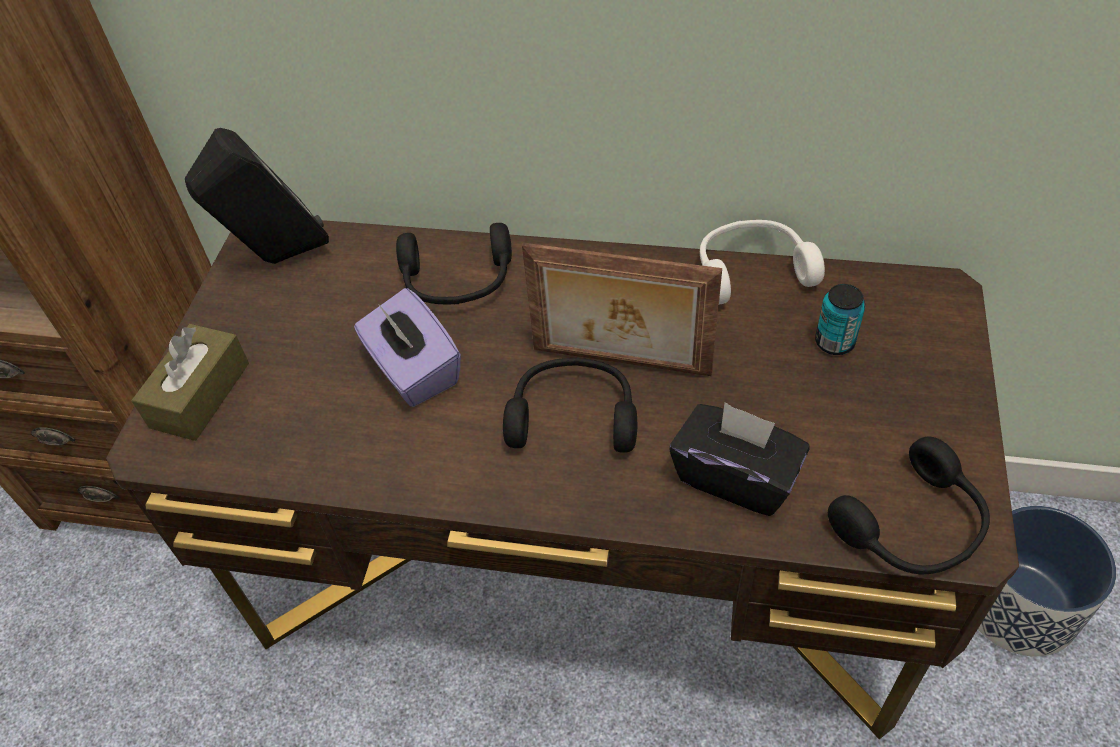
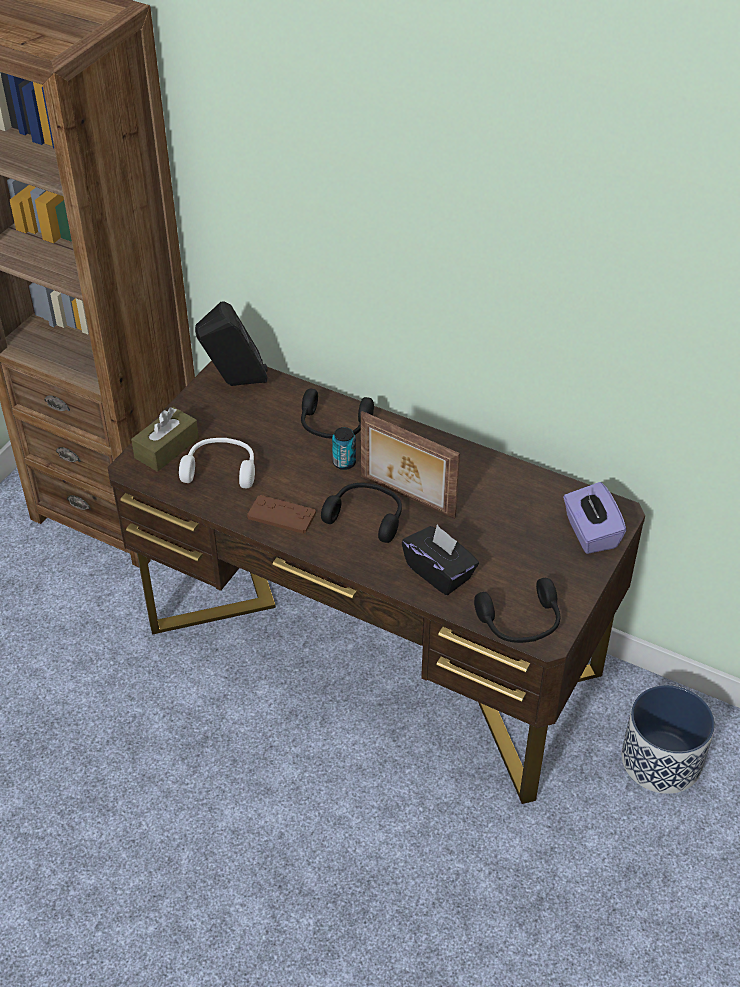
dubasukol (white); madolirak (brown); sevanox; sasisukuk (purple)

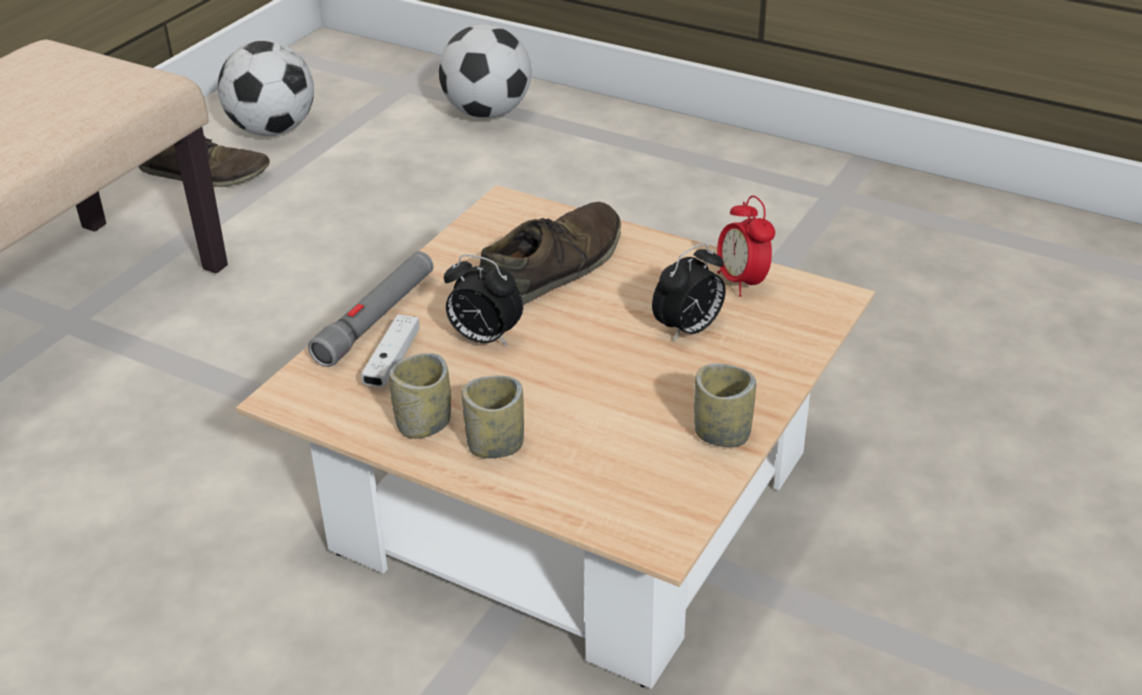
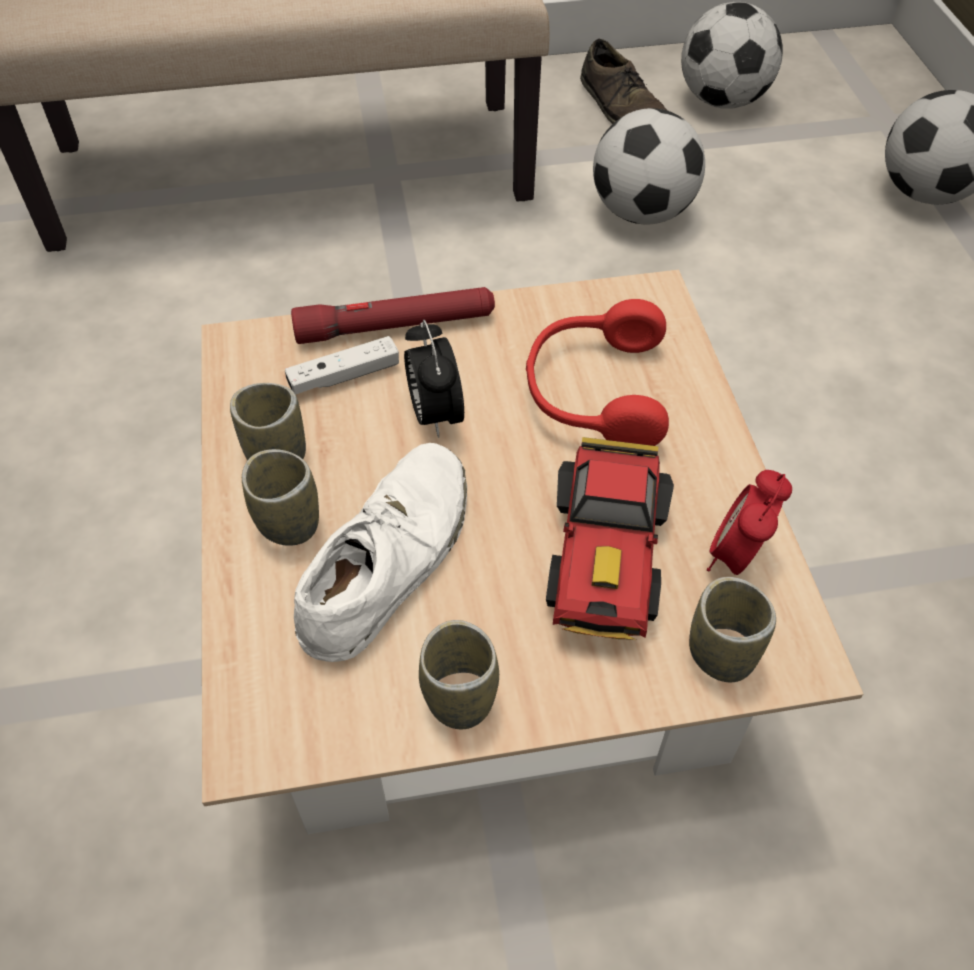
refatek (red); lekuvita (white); dubasukol (red); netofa; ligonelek (no. 1 from left); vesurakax (no. 4 from left)

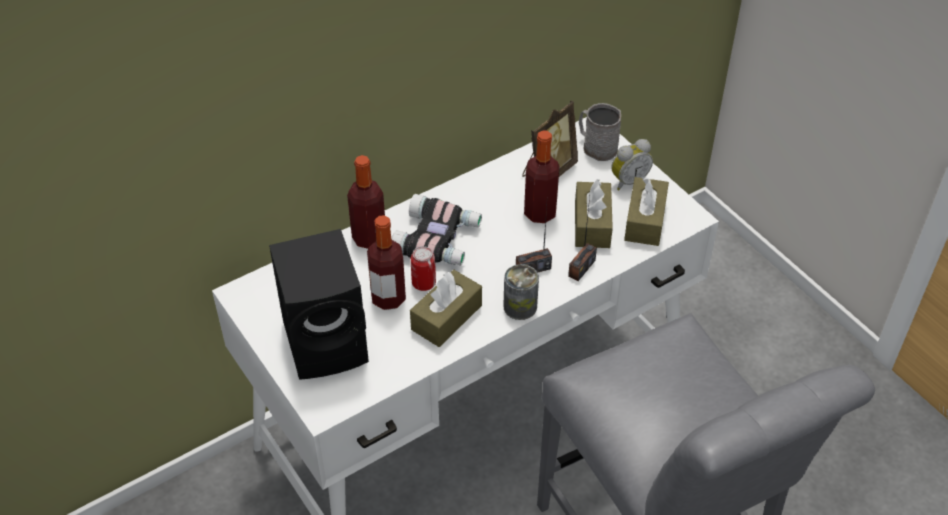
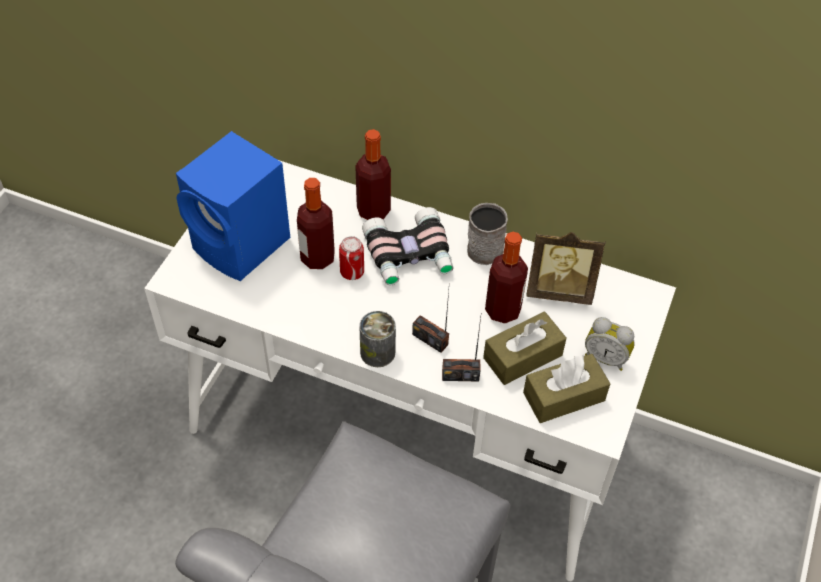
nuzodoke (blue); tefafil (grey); sasisukuk (brown) (no. 1 from left in the first image)

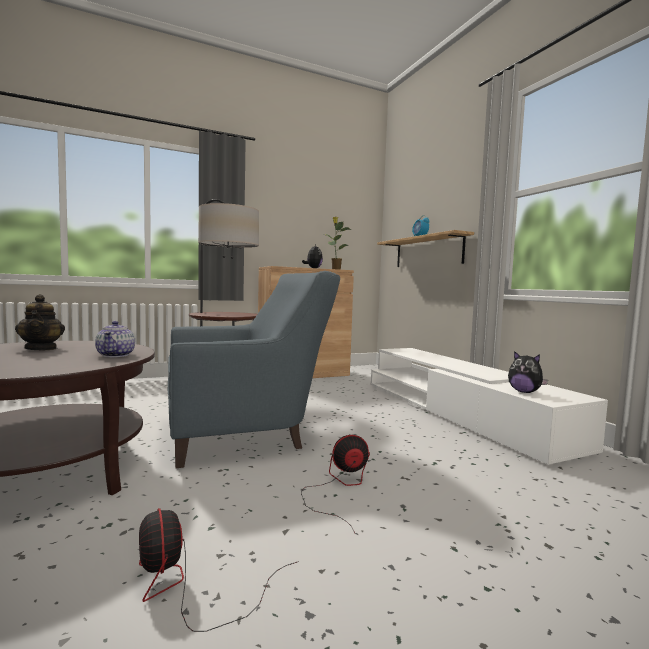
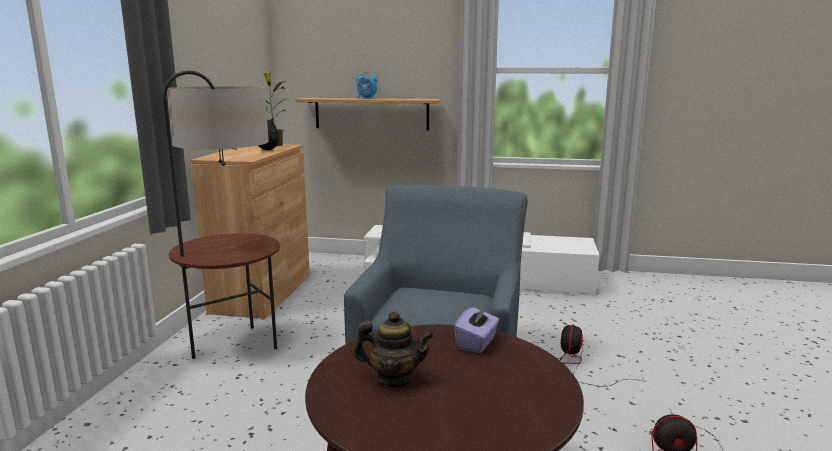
sasisukuk (purple); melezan (no. 2 from left in the first image)

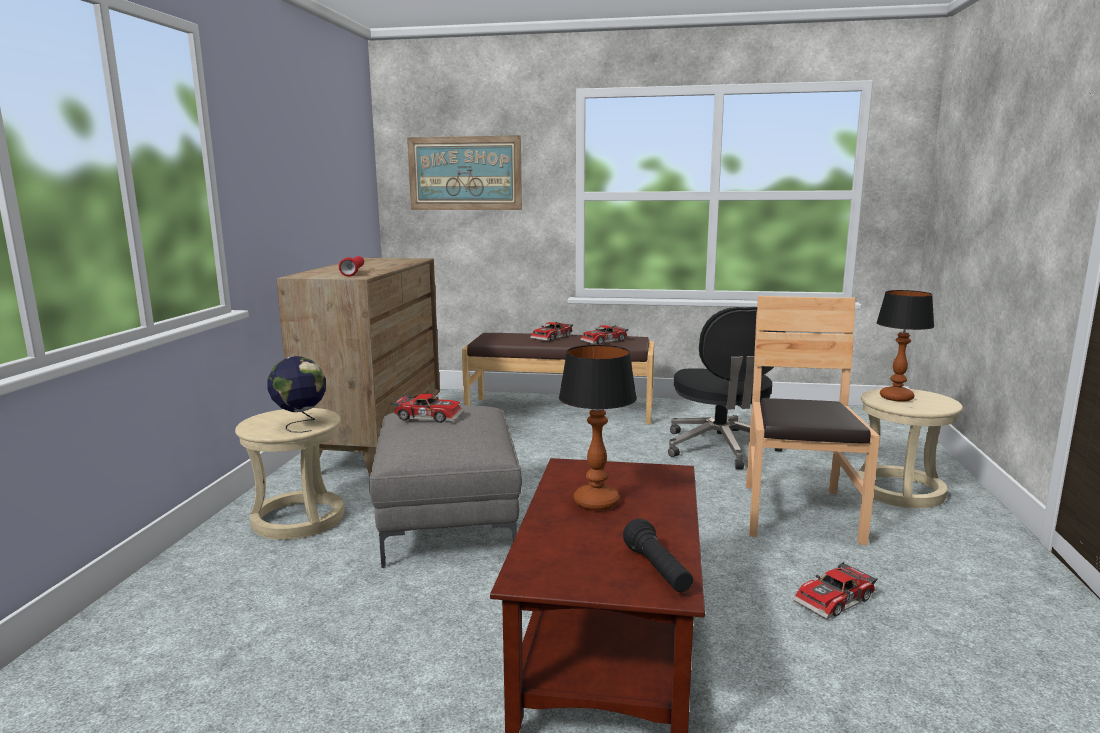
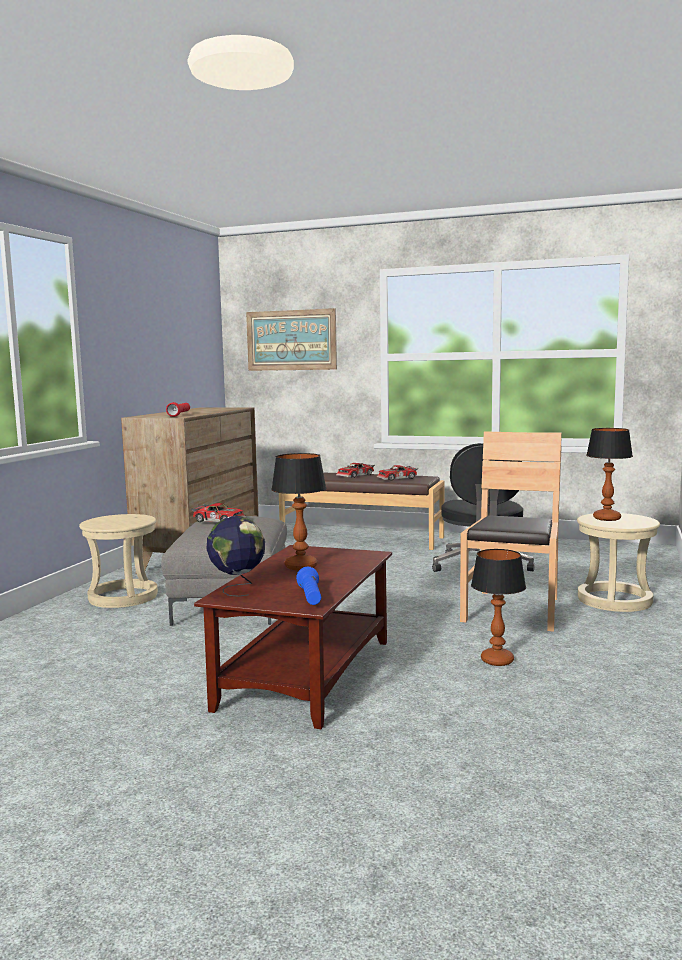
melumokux; refatek (blue); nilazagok (no. 2 from left)

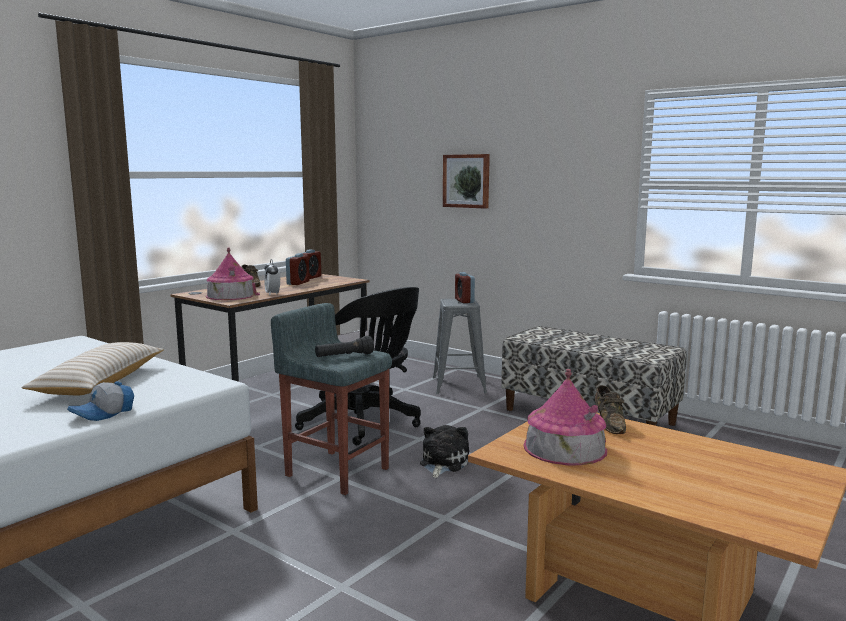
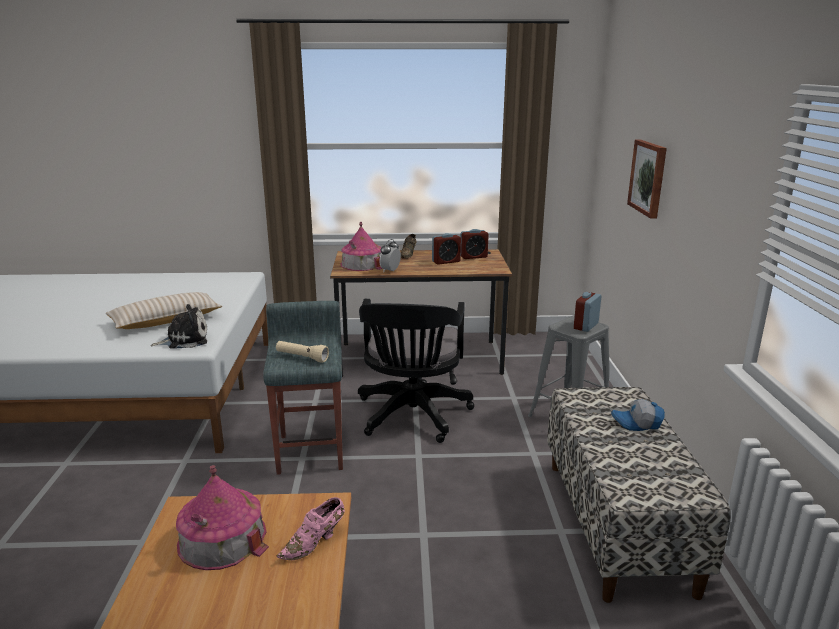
melezan; refatek (beige); lekuvita (pink); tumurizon

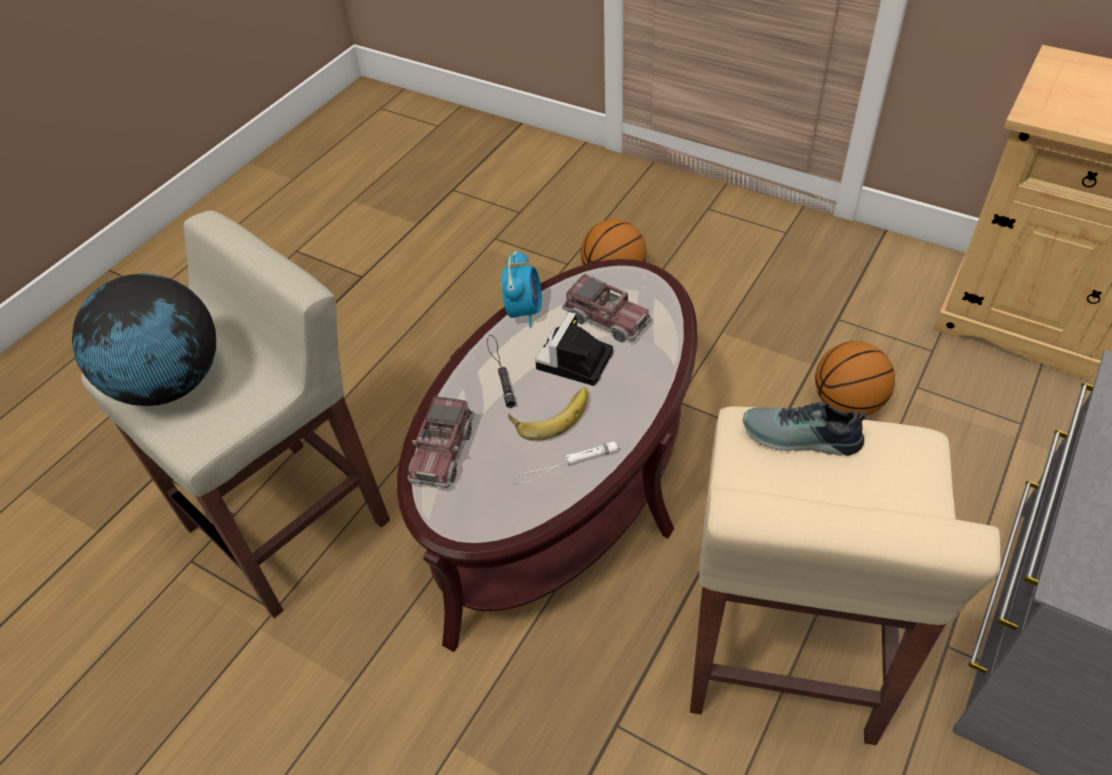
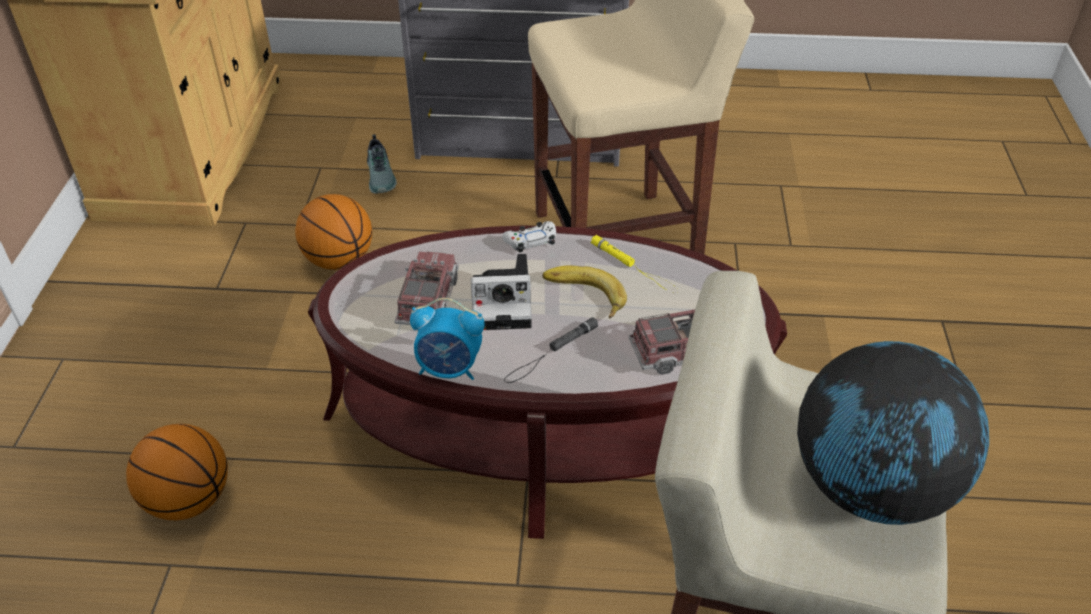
lekuvita; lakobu; madolirak (white); refatek (yellow)

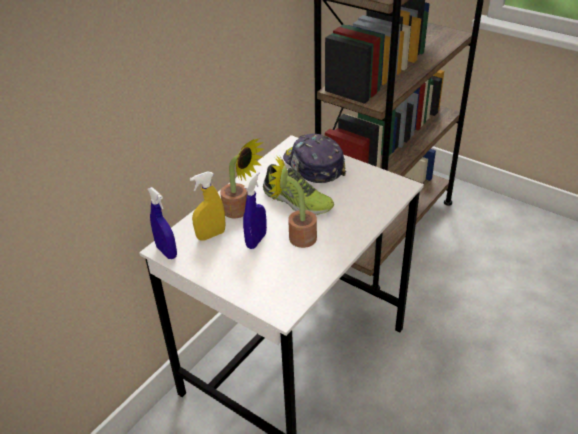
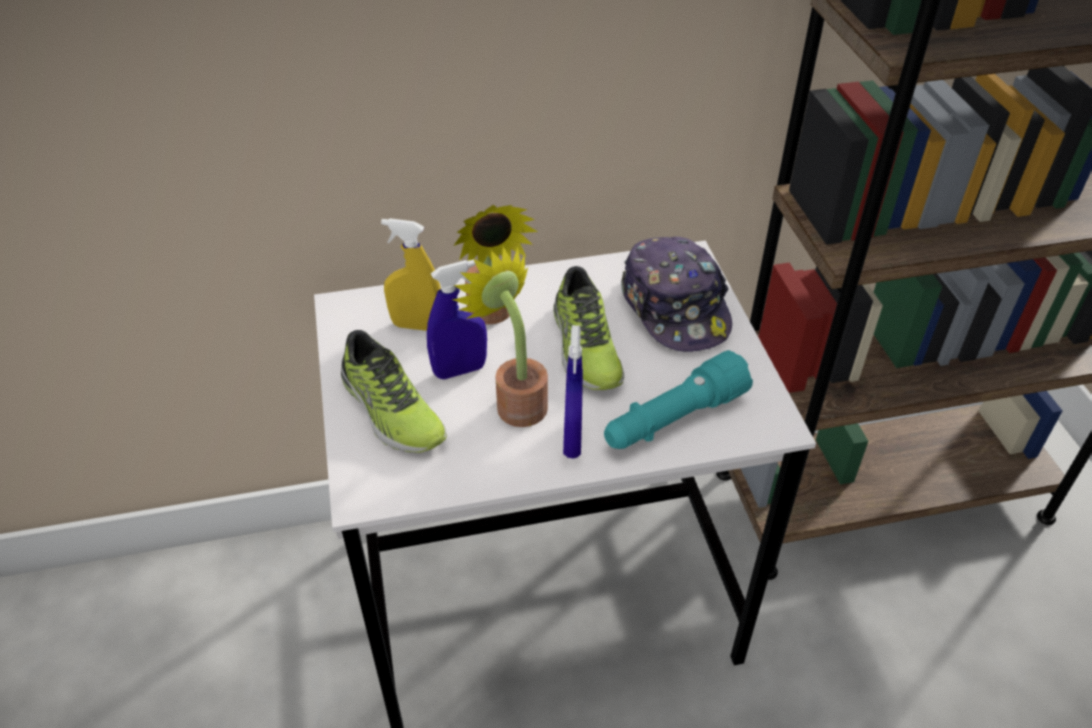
lekuvita (no. 1 from left); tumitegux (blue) (no. 2 from left); refatek (turquoise); tumurizon

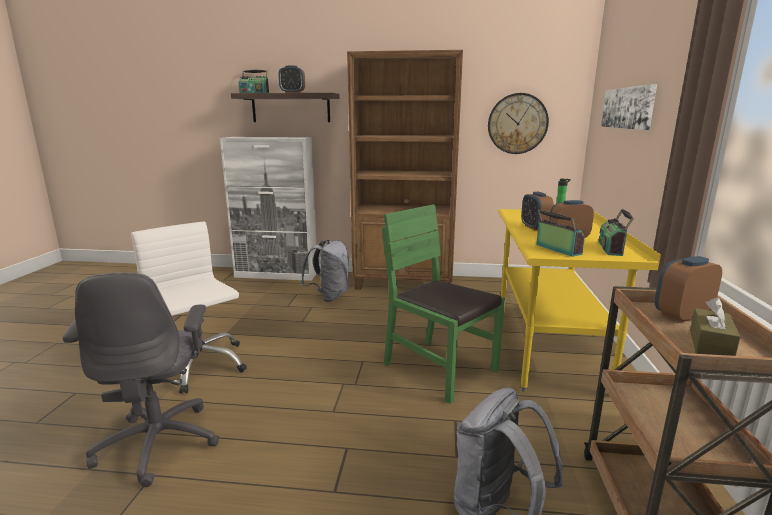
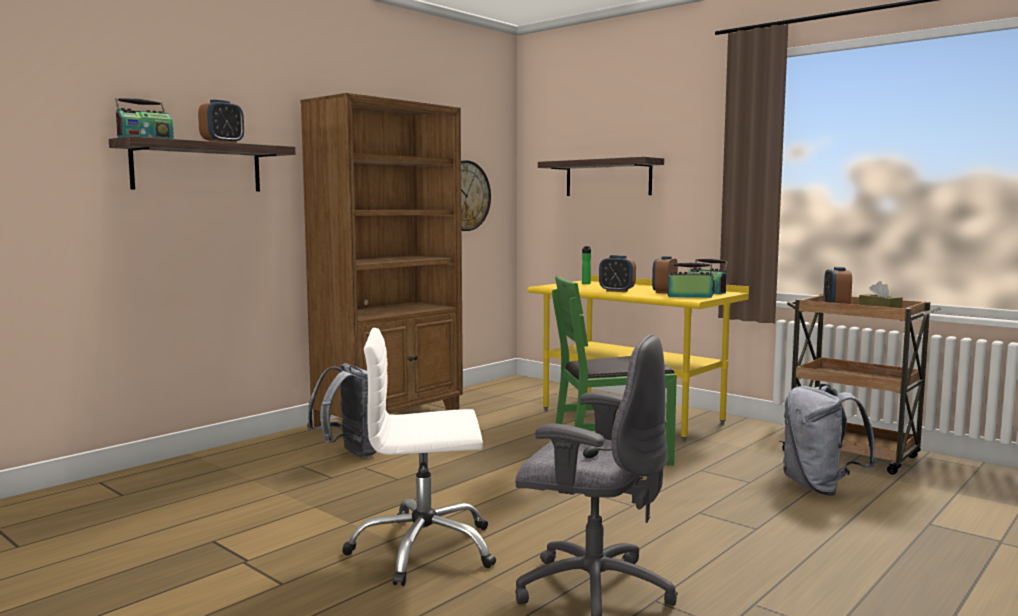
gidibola (no. 2 from left); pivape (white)

